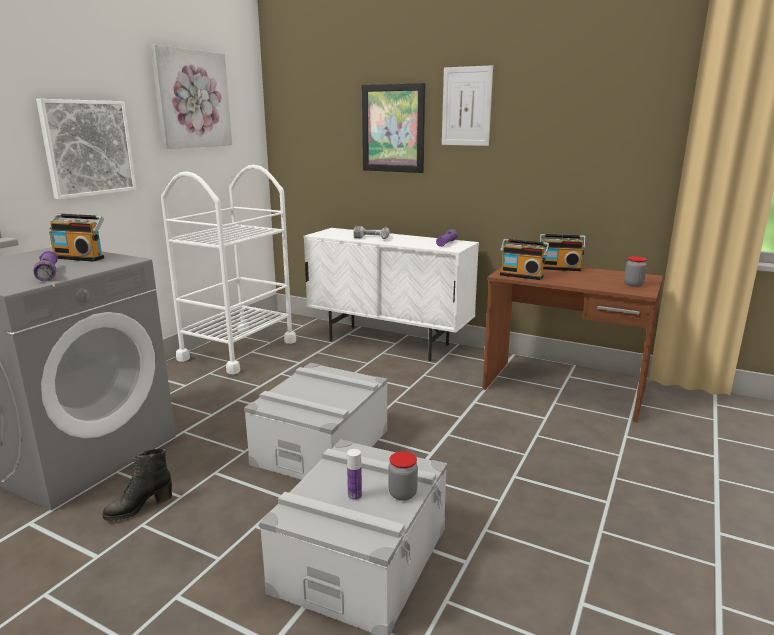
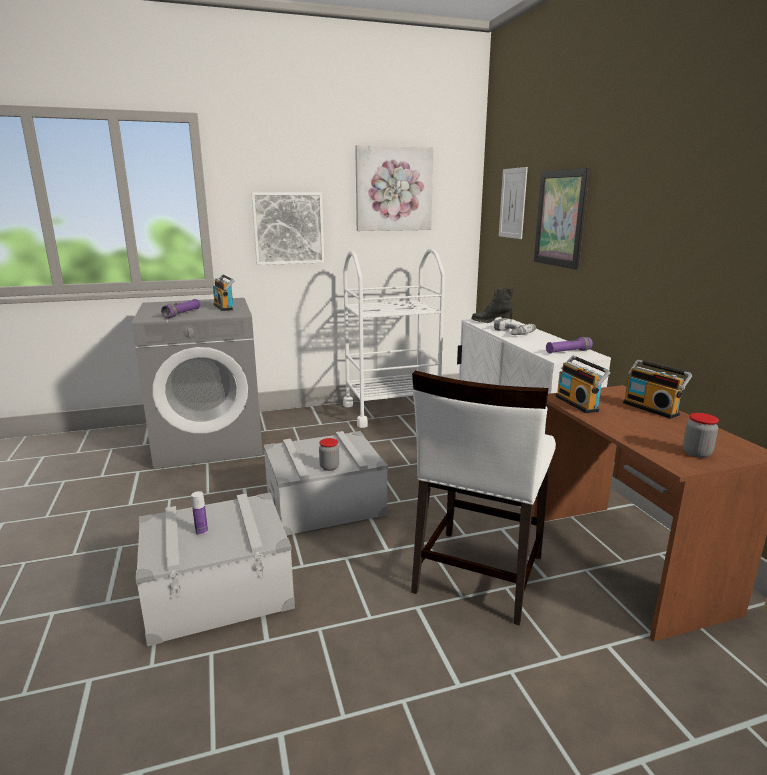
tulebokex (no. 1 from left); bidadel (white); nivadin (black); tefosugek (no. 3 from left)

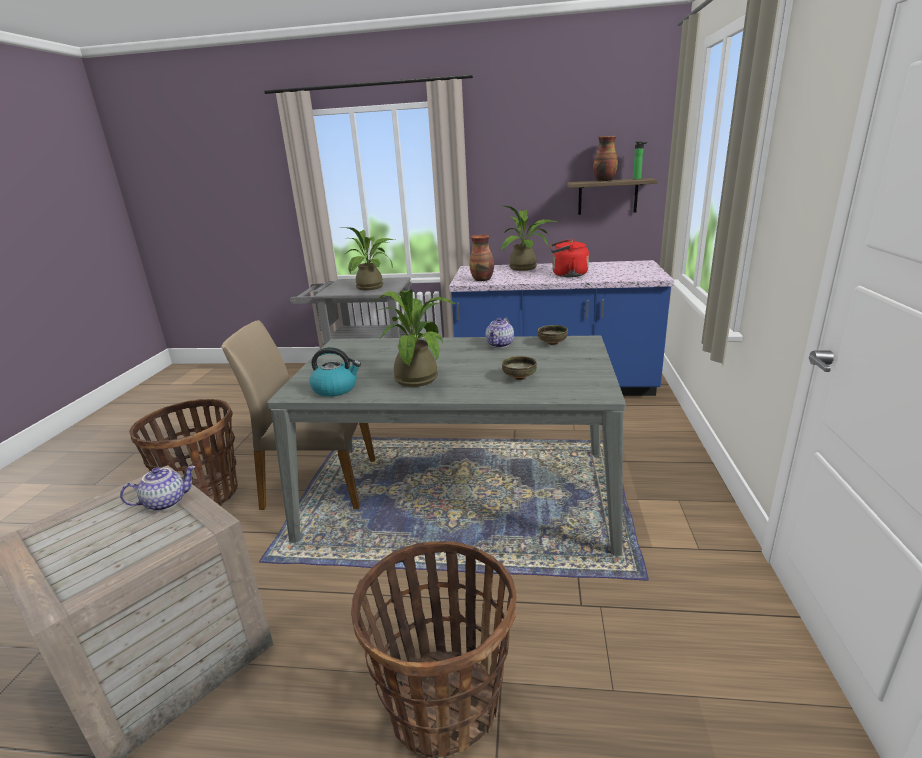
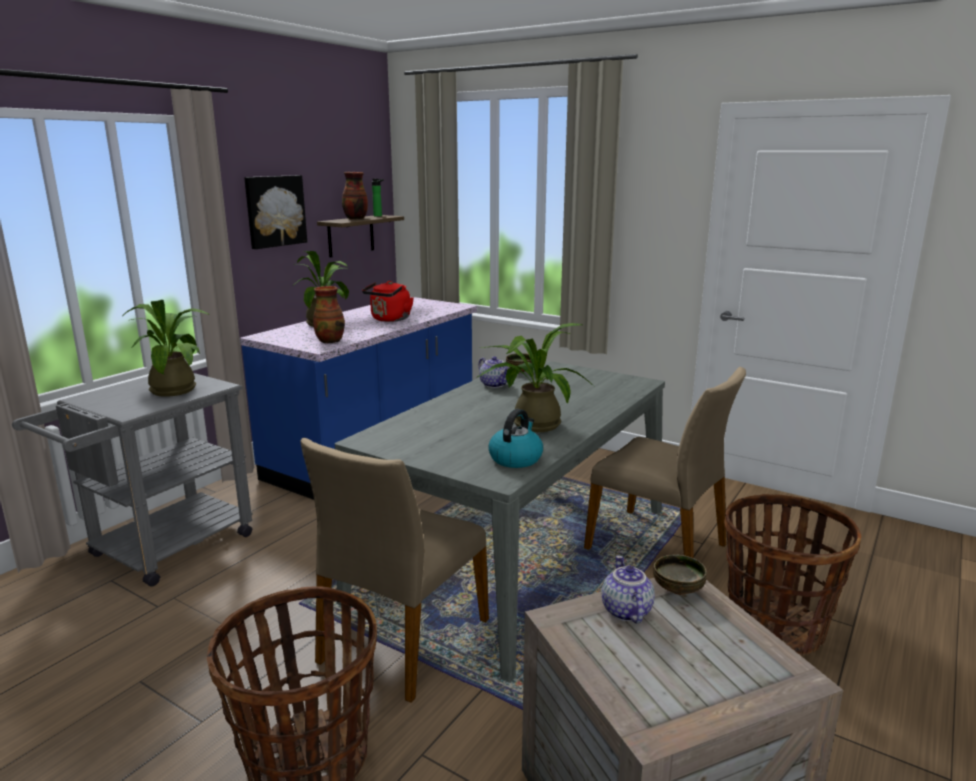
tefosugek; bidadel (beige) (no. 2 from left); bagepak (no. 2 from left)

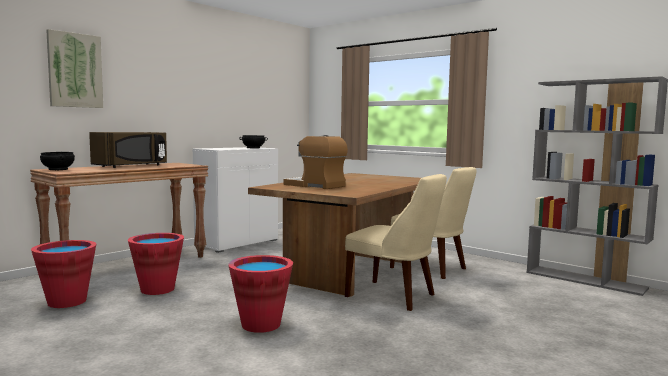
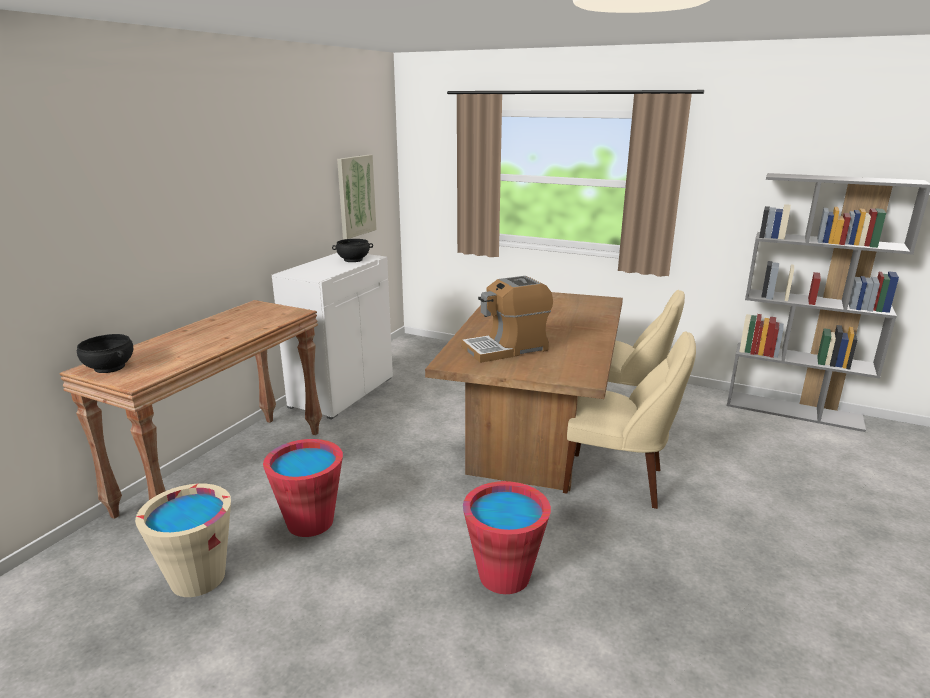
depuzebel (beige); tefosugek; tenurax; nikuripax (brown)

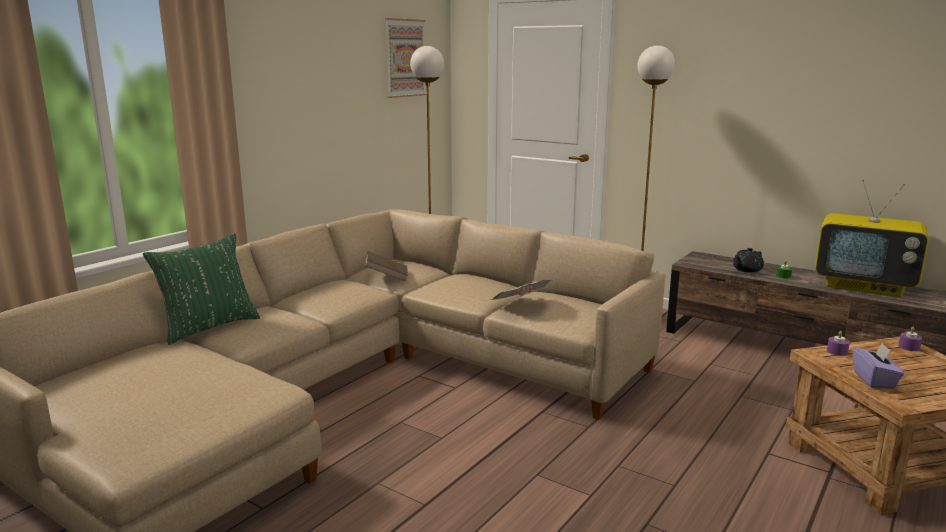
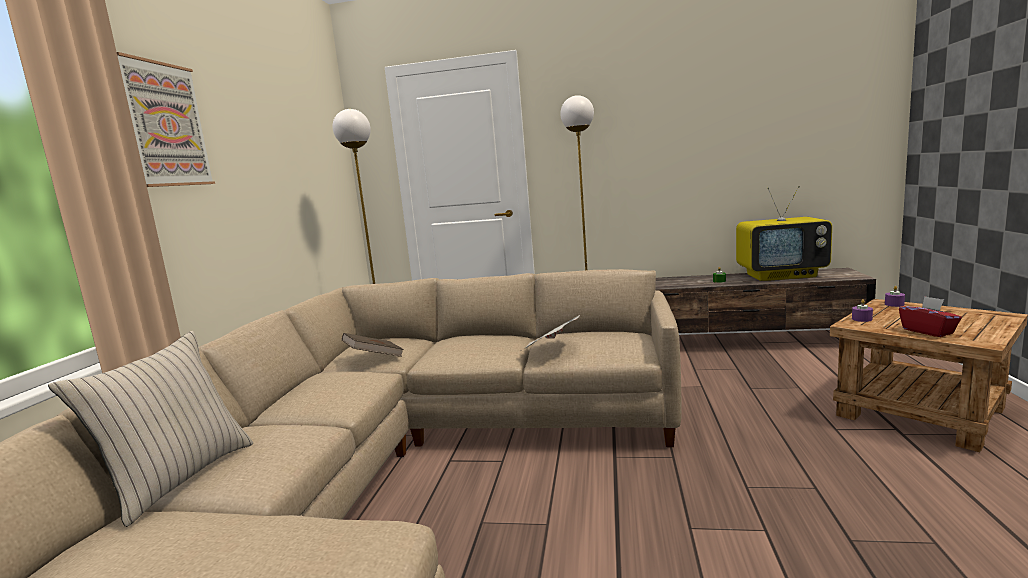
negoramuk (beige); tefosugek; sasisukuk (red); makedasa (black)

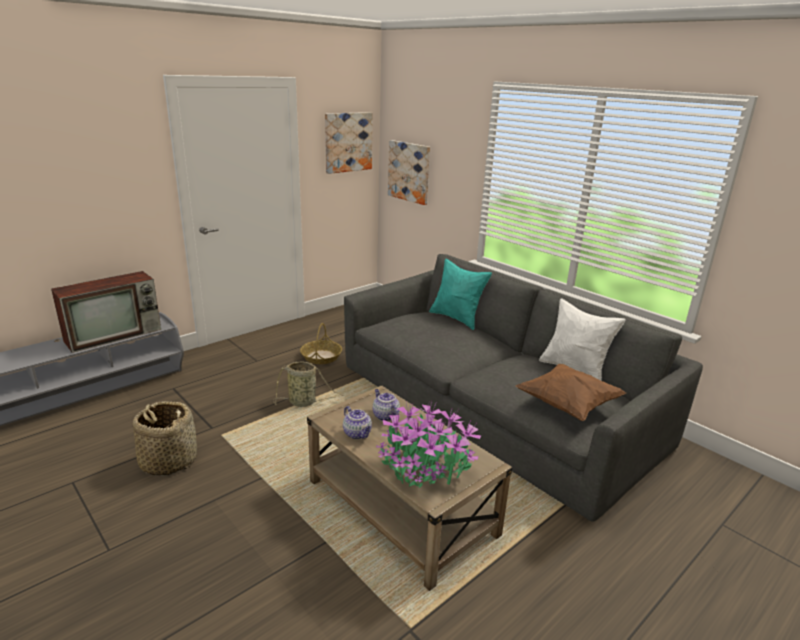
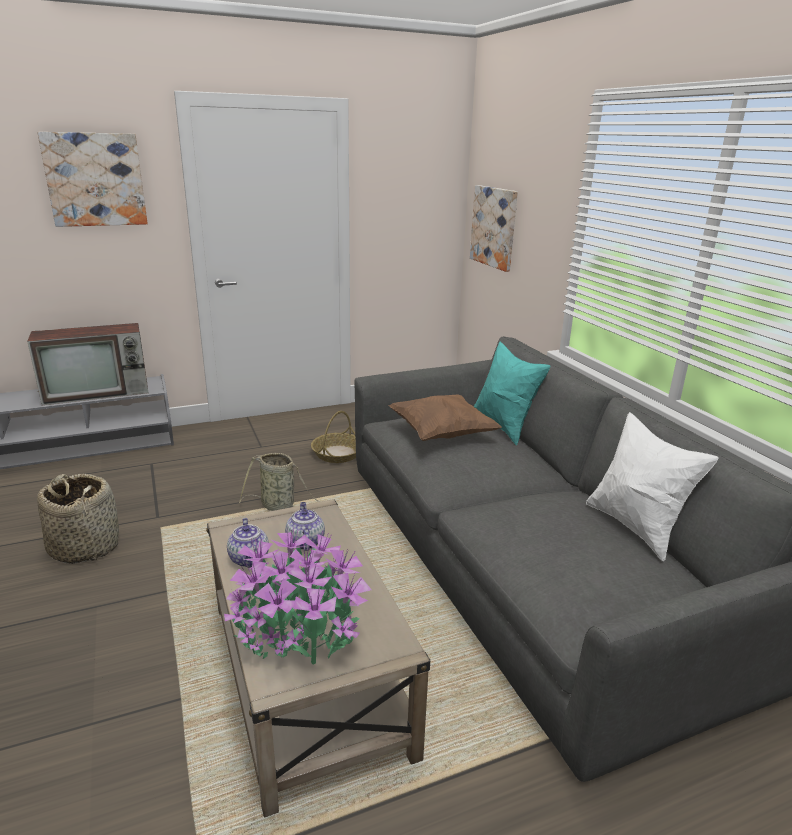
tefosugek (no. 1 from left); negoramuk (brown)

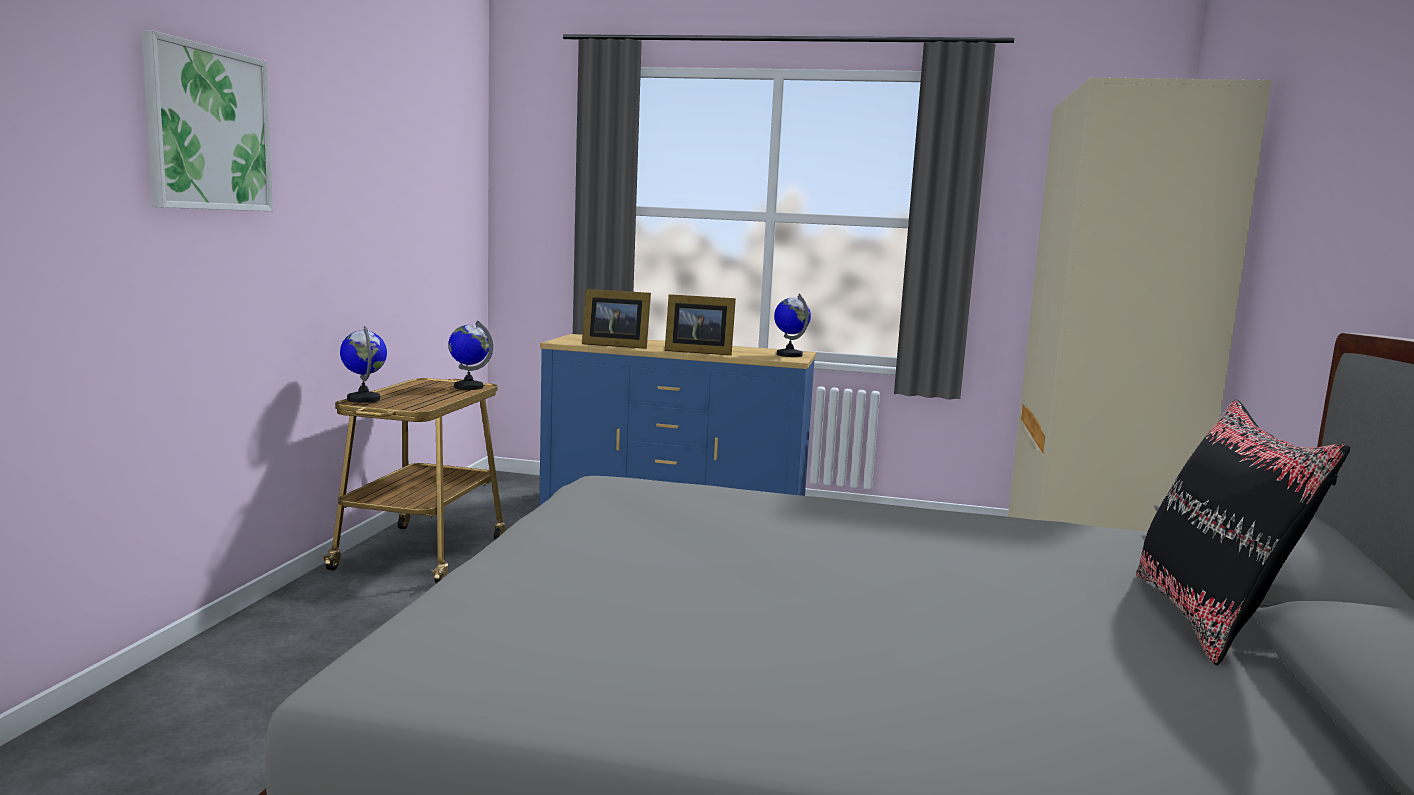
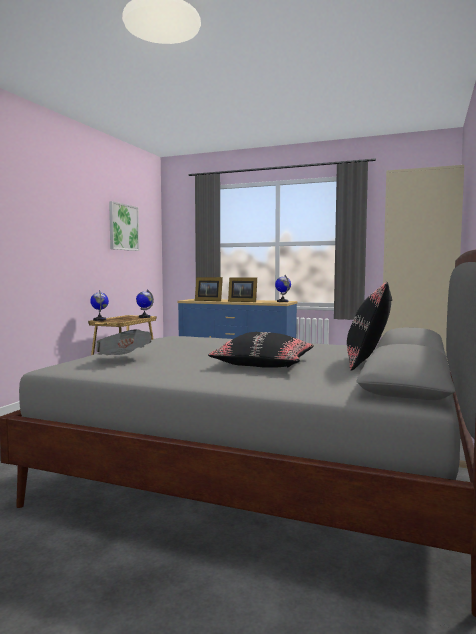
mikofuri; tefosugek; negoramuk (black) (no. 1 from left)

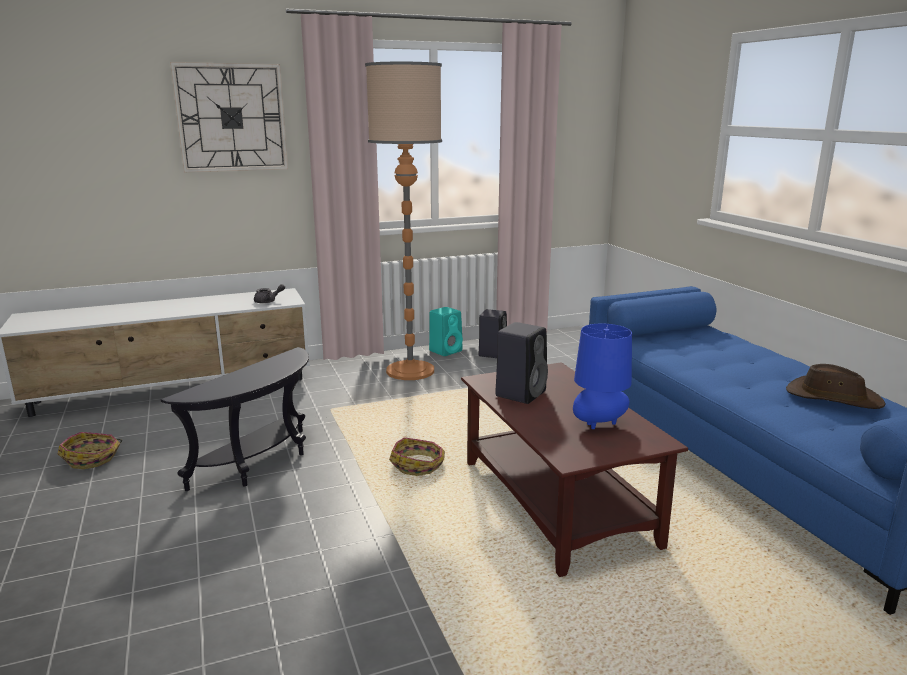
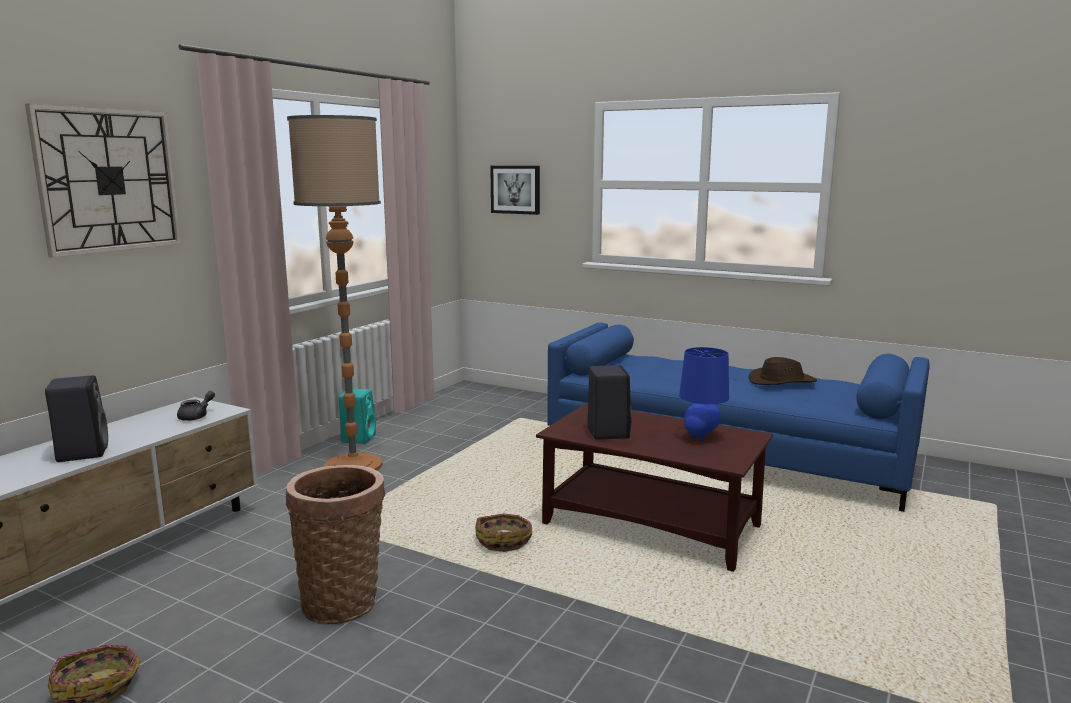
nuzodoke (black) (no. 1 from left); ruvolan (no. 2 from left); tefosugek

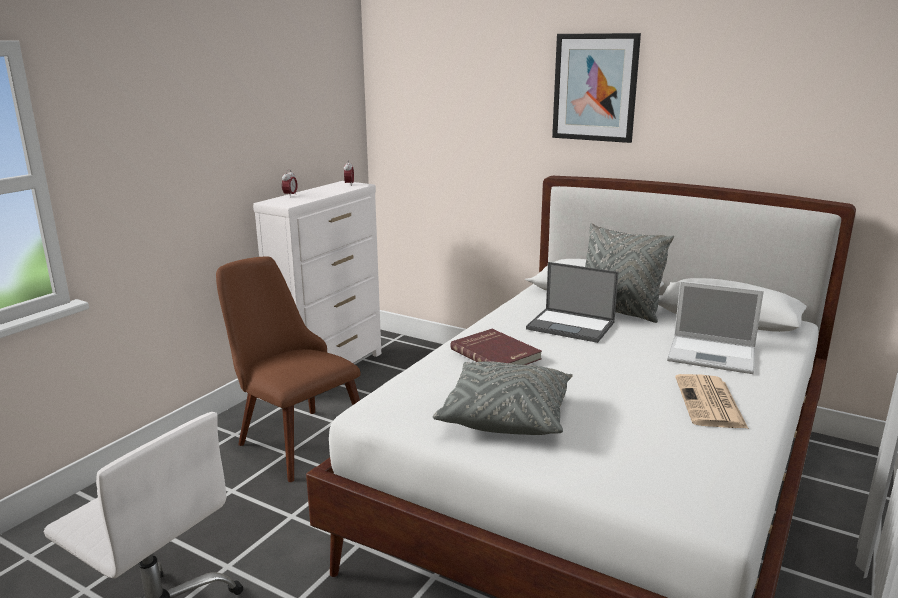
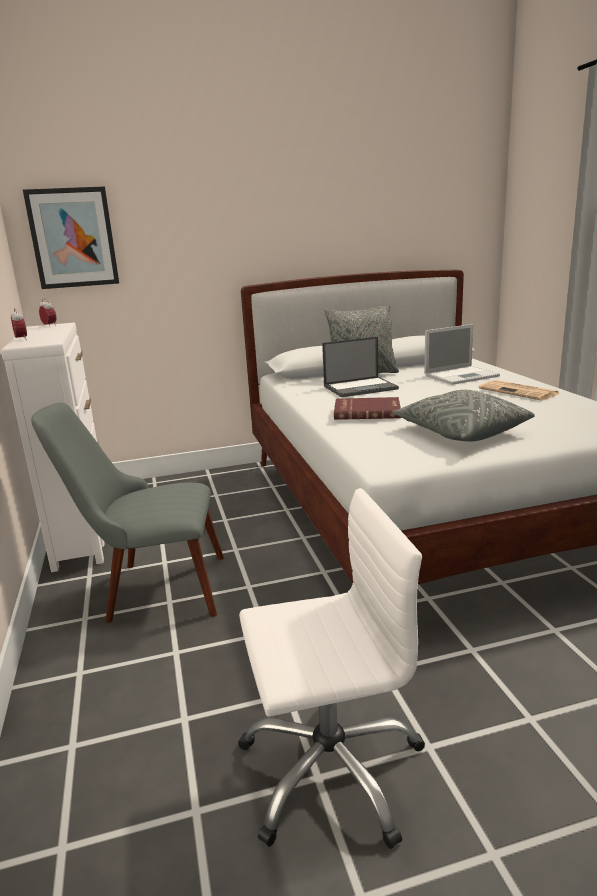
tefosugek; bidadel (grey)

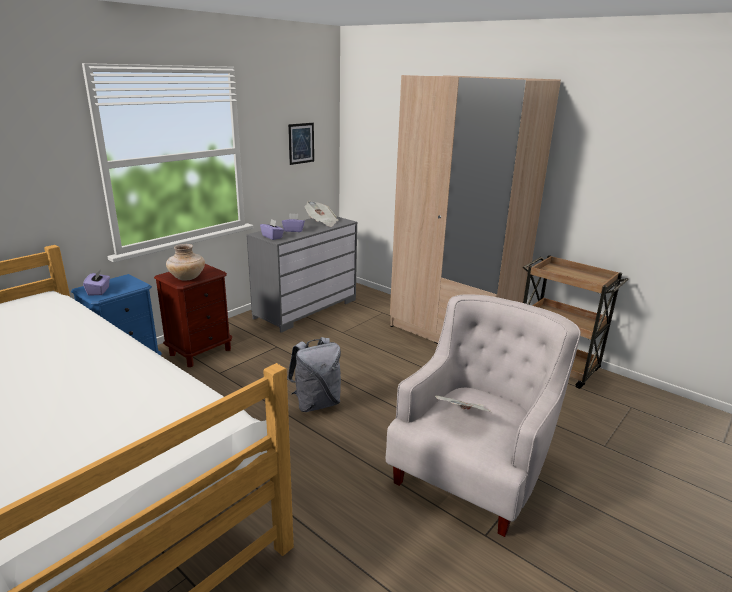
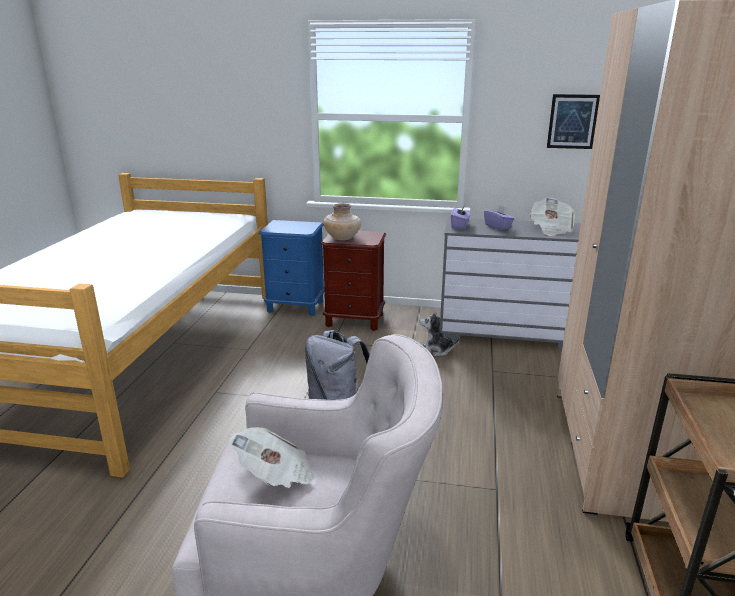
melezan; sasisukuk (purple) (no. 1 from left in the first image)

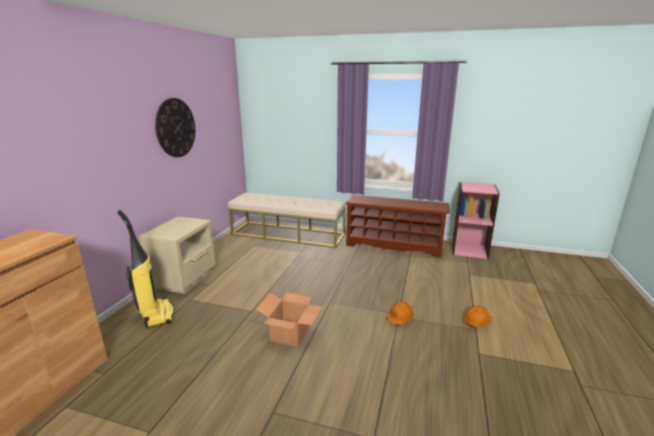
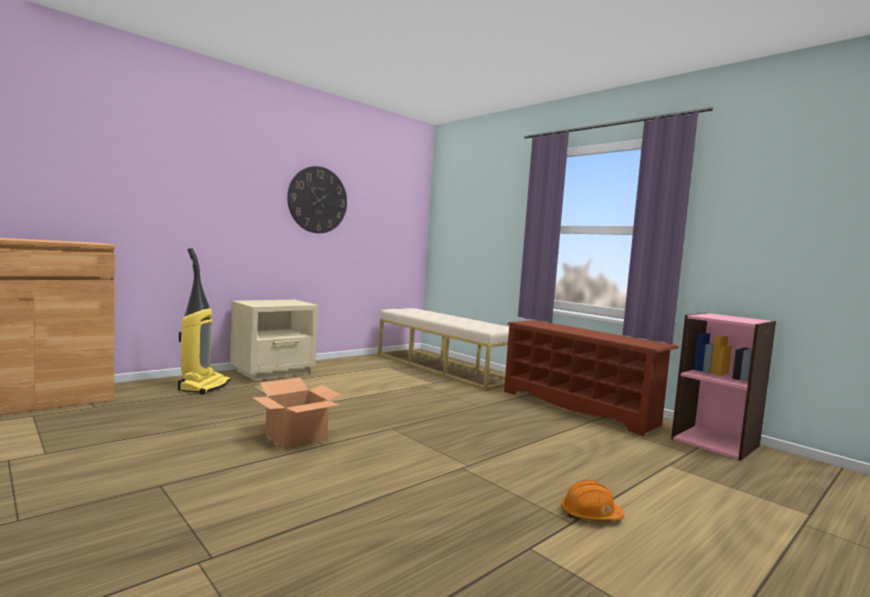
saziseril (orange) (no. 1 from left in the first image)

